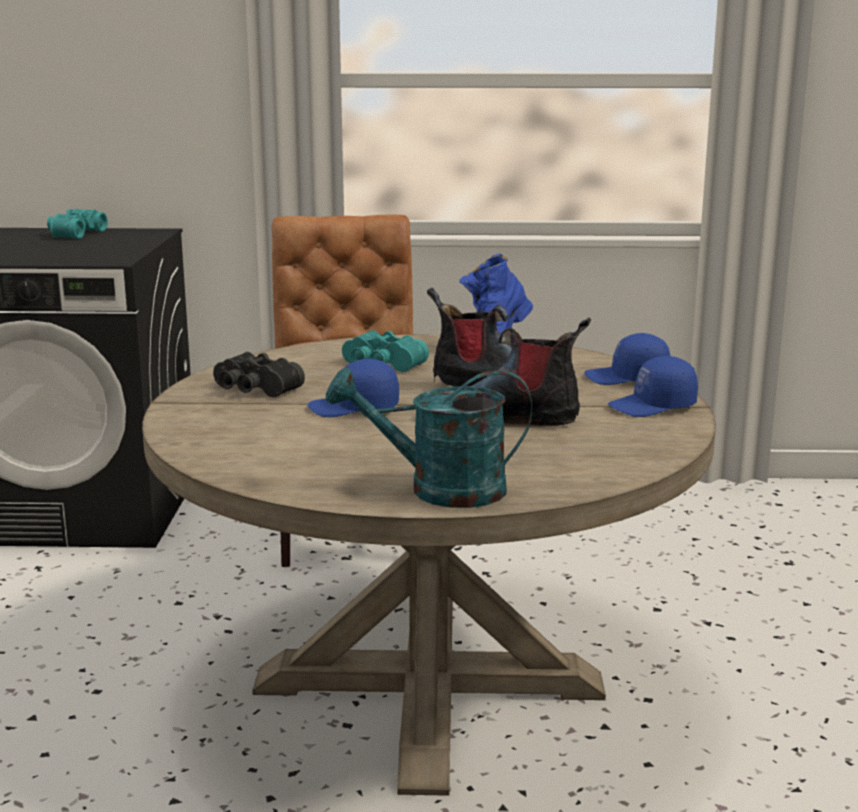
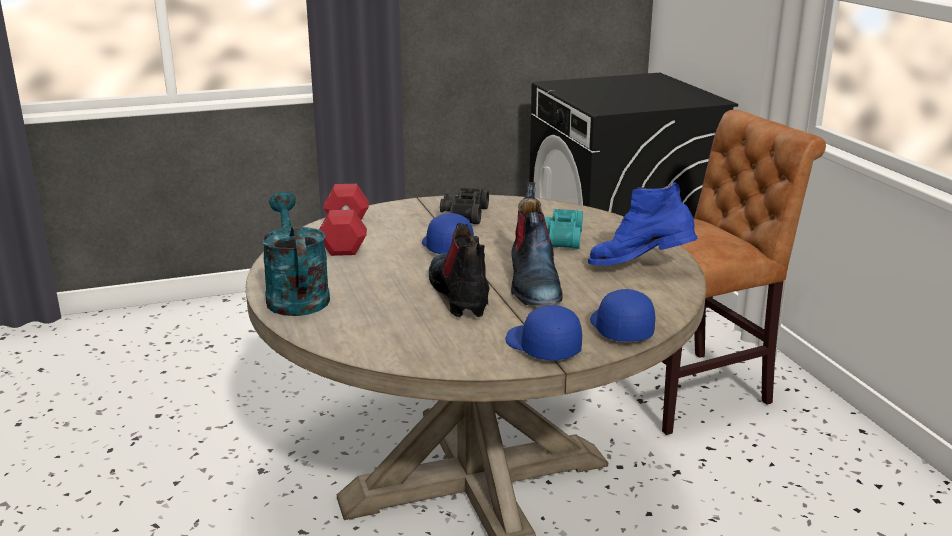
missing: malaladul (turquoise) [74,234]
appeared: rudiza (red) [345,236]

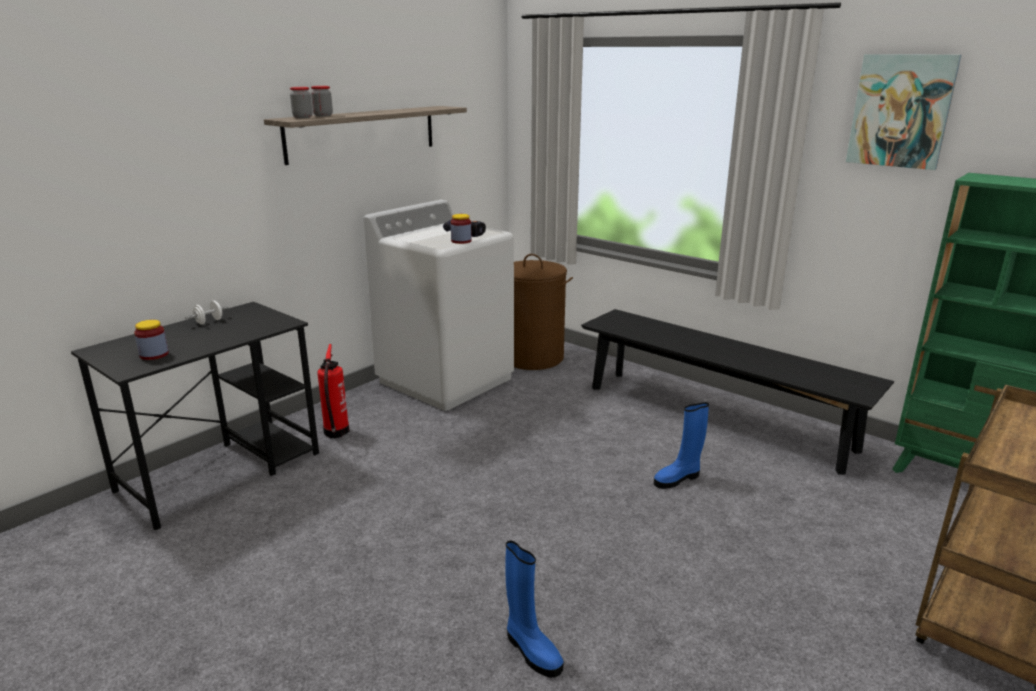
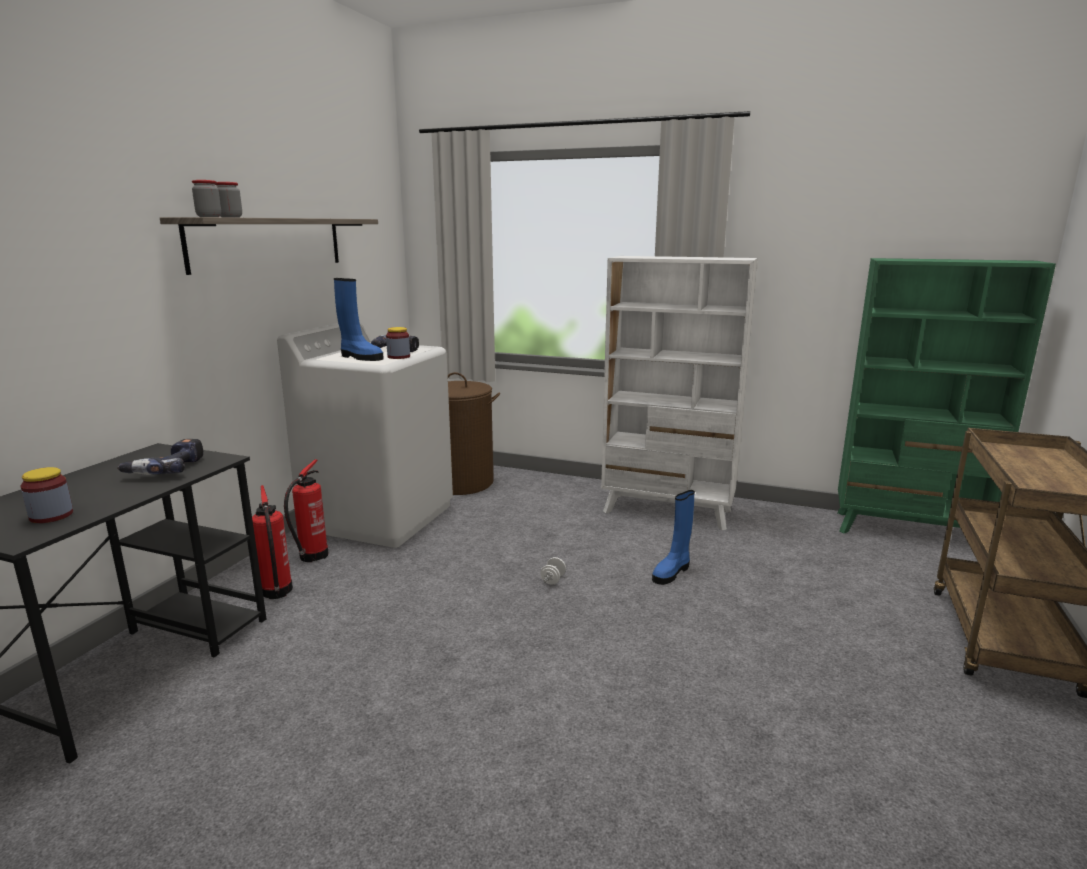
missing: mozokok [901,111]
appeared: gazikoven [166,469]; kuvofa [311,557]
relocated: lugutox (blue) [531,651] to [360,357]; rudiza (white) [209,322] to [553,580]
exchanged: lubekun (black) [715,417] to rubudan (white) [667,511]

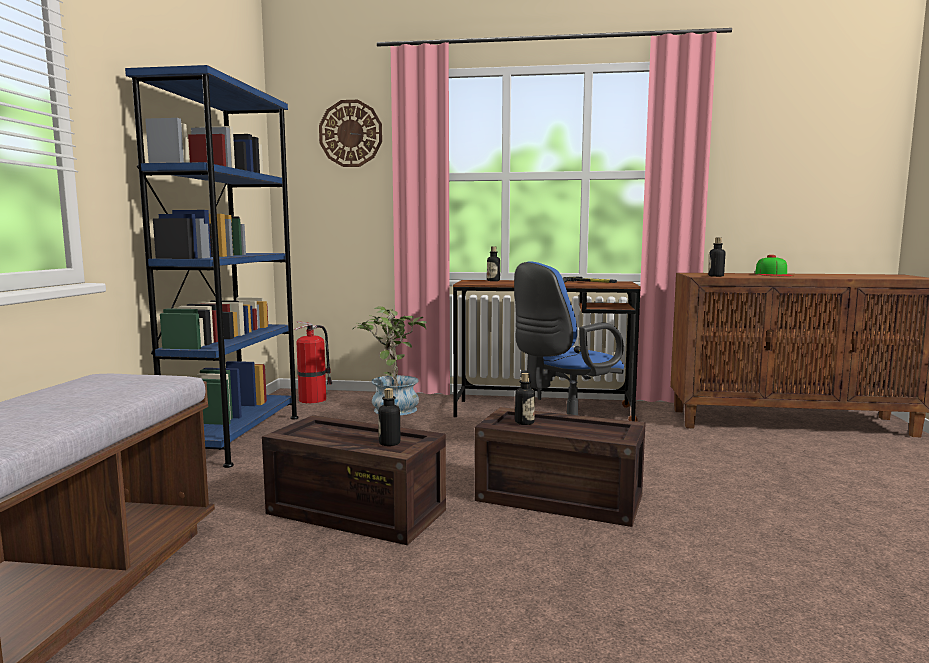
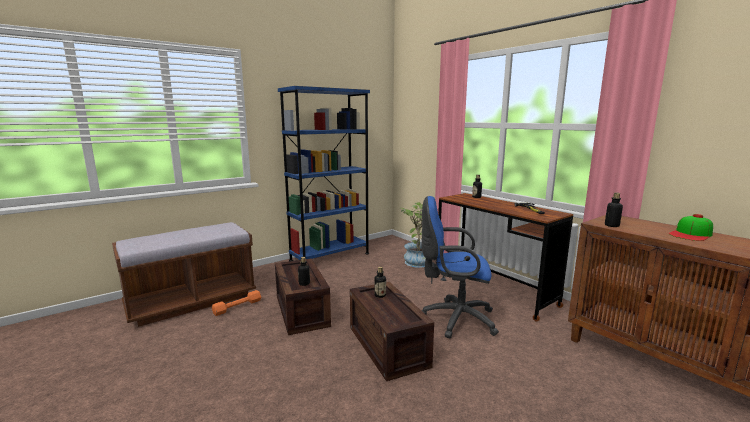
missing: kuvofa [314,399]; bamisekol [350,133]
appeared: rudiza (orange) [237,307]

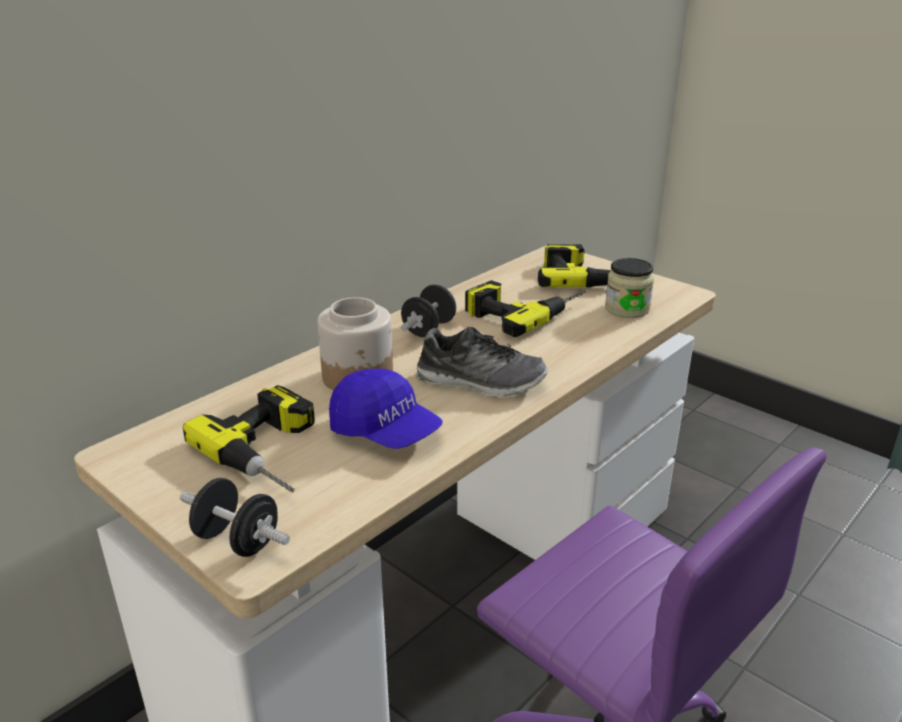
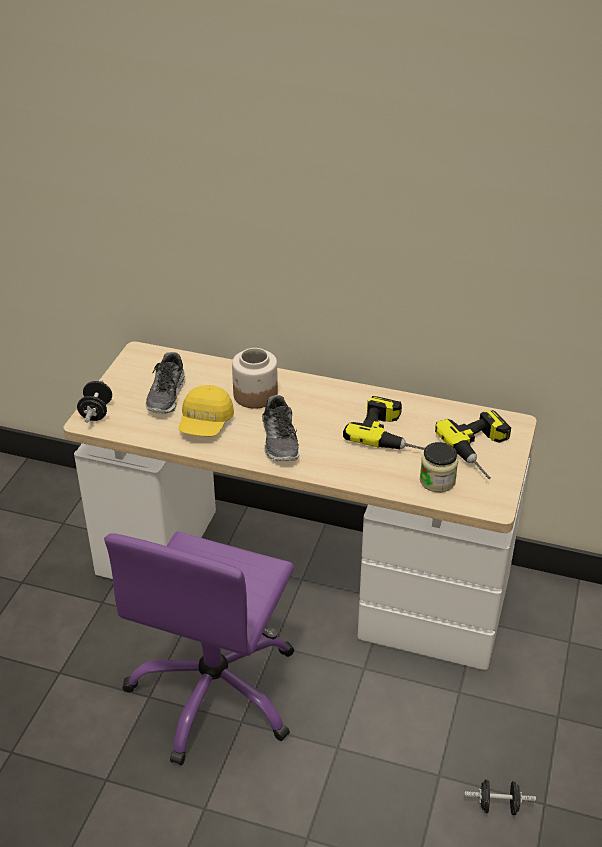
relocated: rudiza (black) [429,329] to [498,806]
exchanged: gazikoven [275,451] to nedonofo [167,396]
colour: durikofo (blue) [385,431] to durikofo (yellow) [205,424]

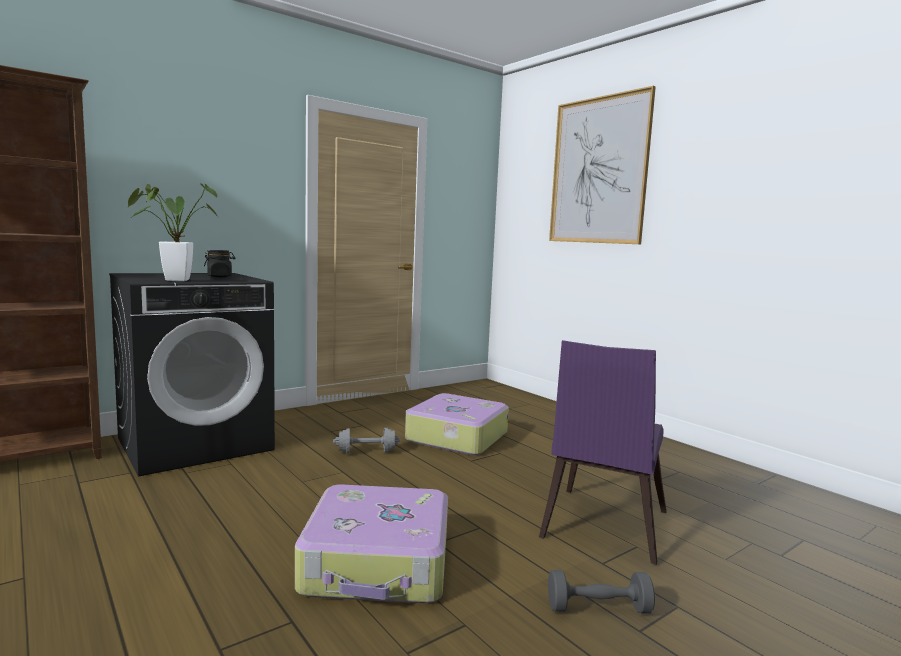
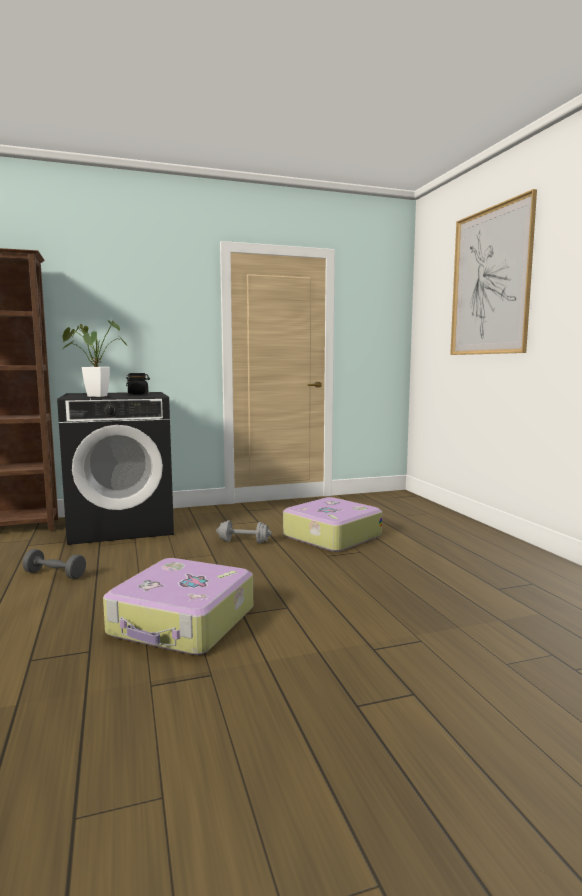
missing: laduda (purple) [601,528]
relocated: rudiza (grey) [598,608] to [55,574]

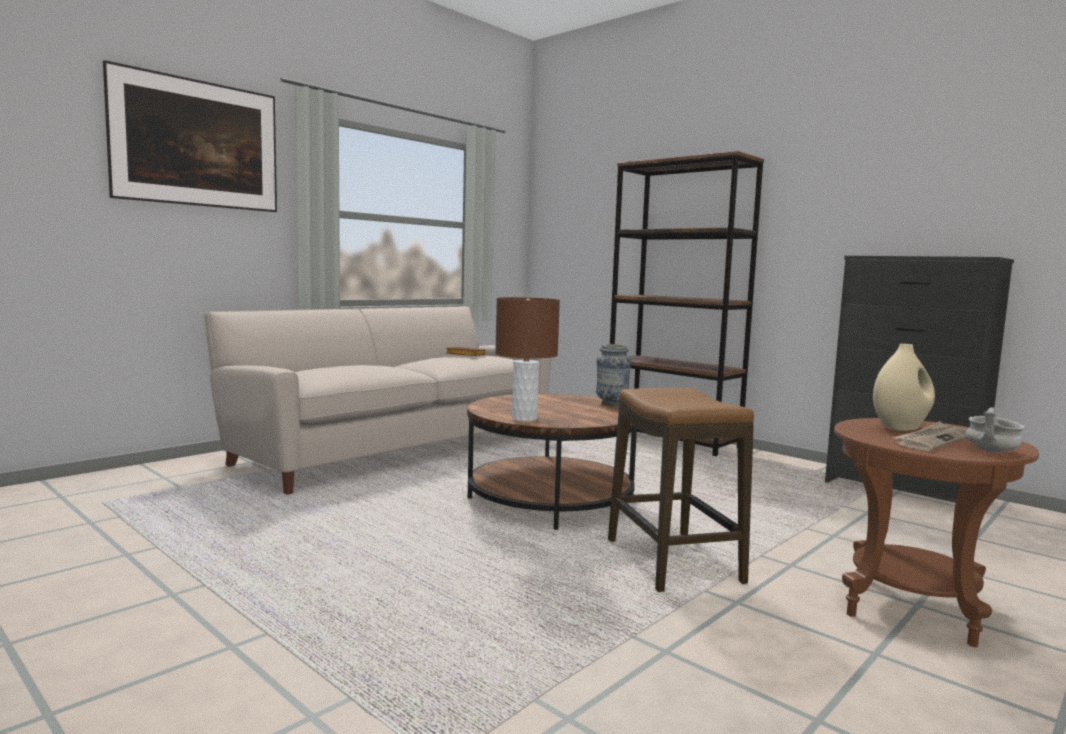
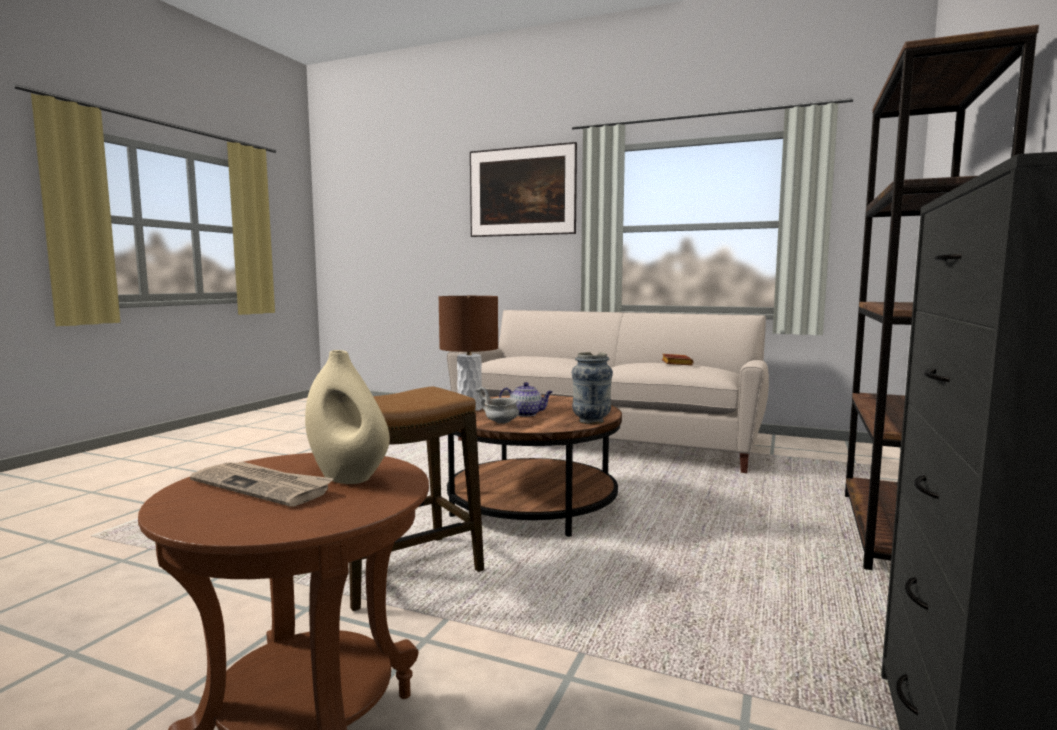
appeared: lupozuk [526,414]
relocated: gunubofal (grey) [992,451] to [500,422]

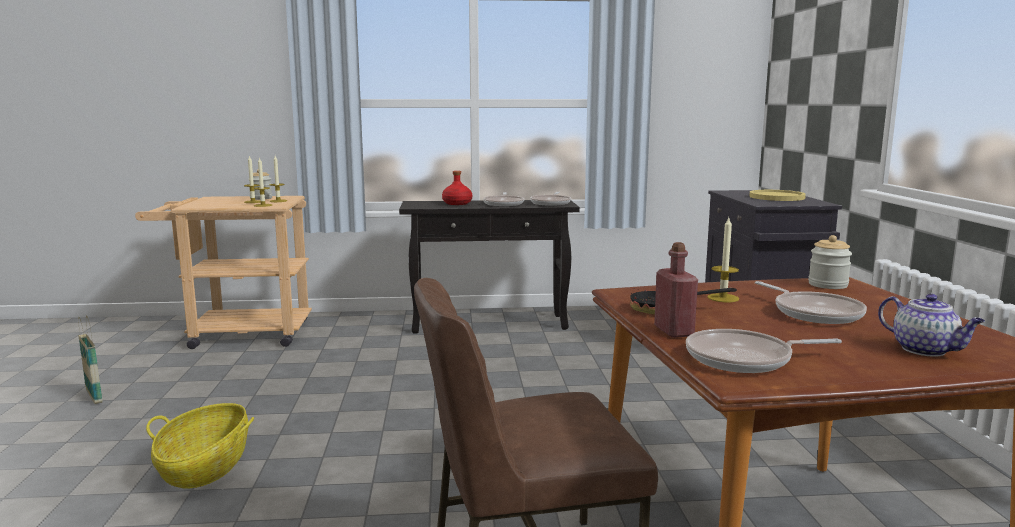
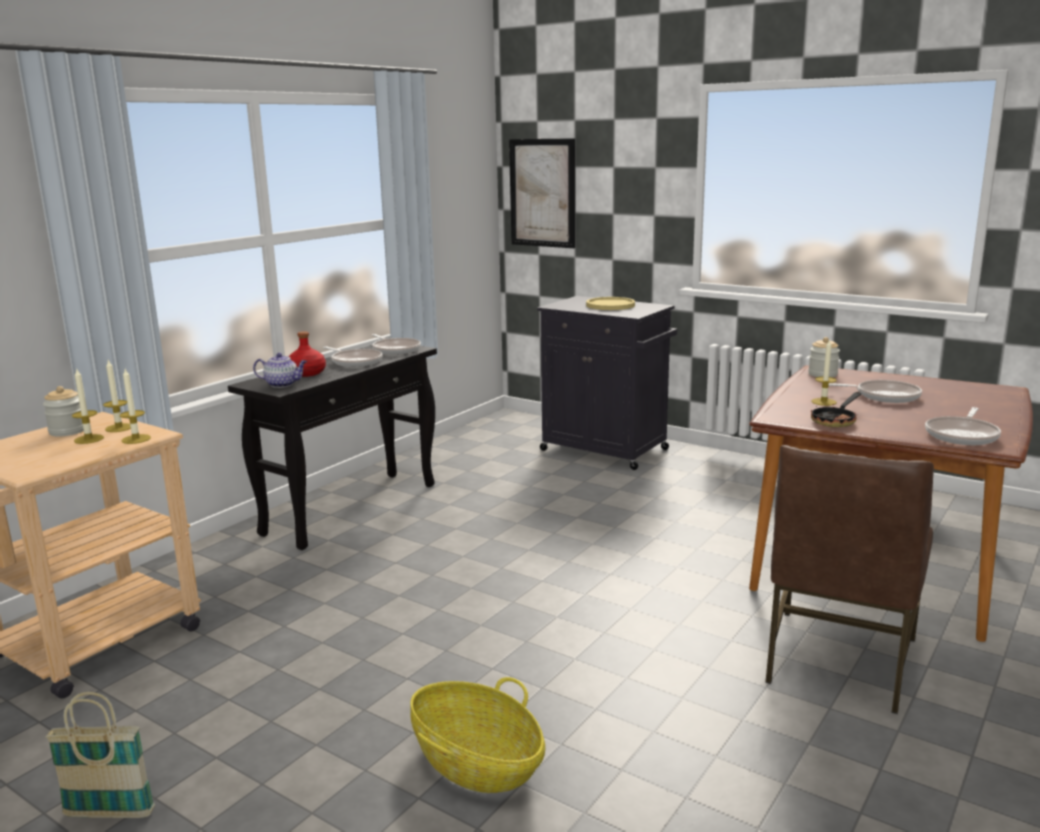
missing: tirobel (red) [673,331]
appeared: mozokok [542,193]
relocated: lupozuk [926,350] to [283,384]

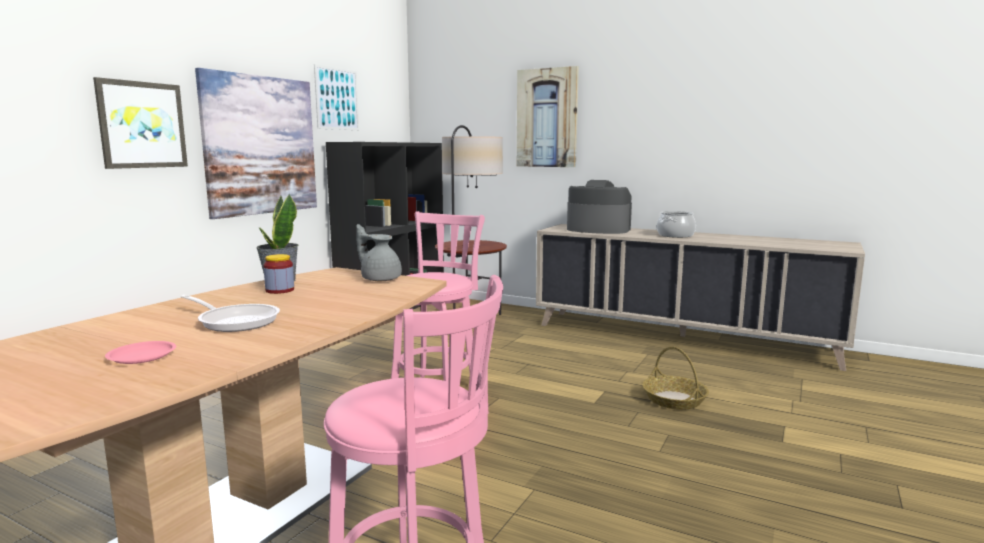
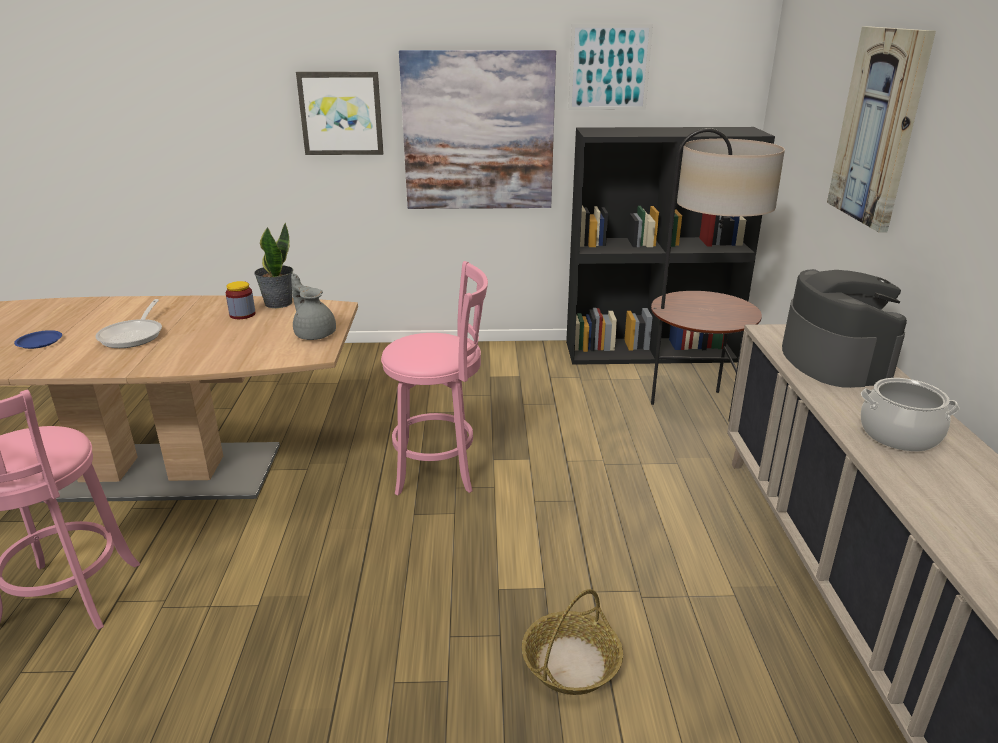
colour: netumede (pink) [142,356] to netumede (blue) [40,342]
spun: lupozuk (grey) [380,279] = [314,334] 45 degrees counterclockwise

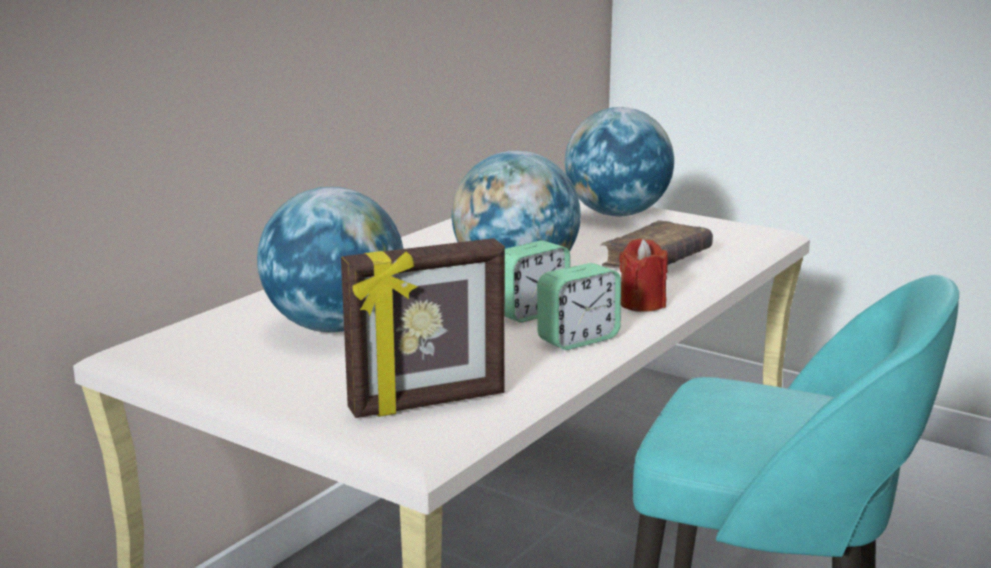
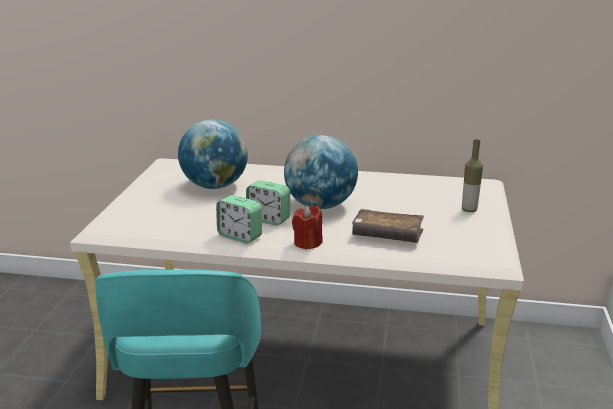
missing: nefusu [428,403]
exchanged: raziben [617,214] to tirobel [469,210]

